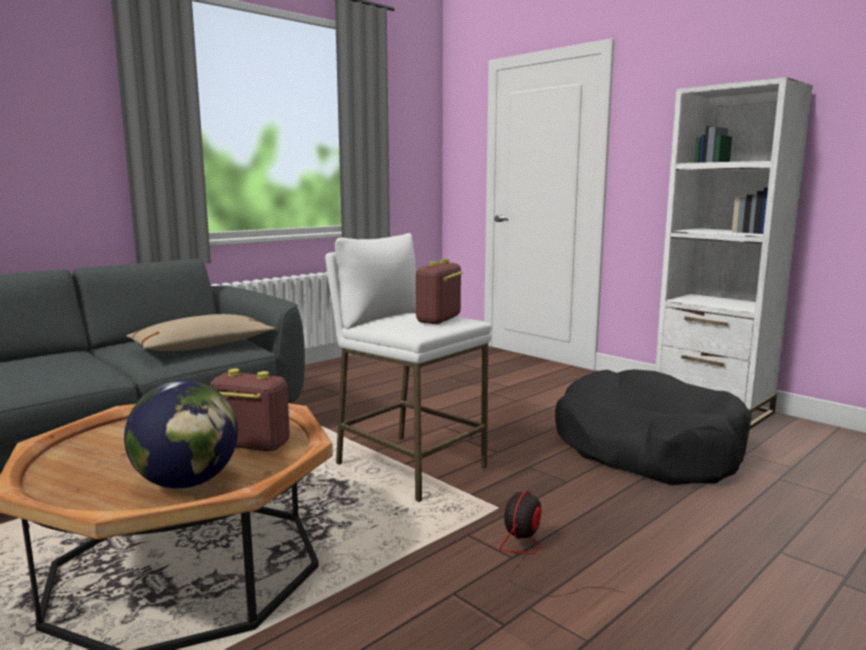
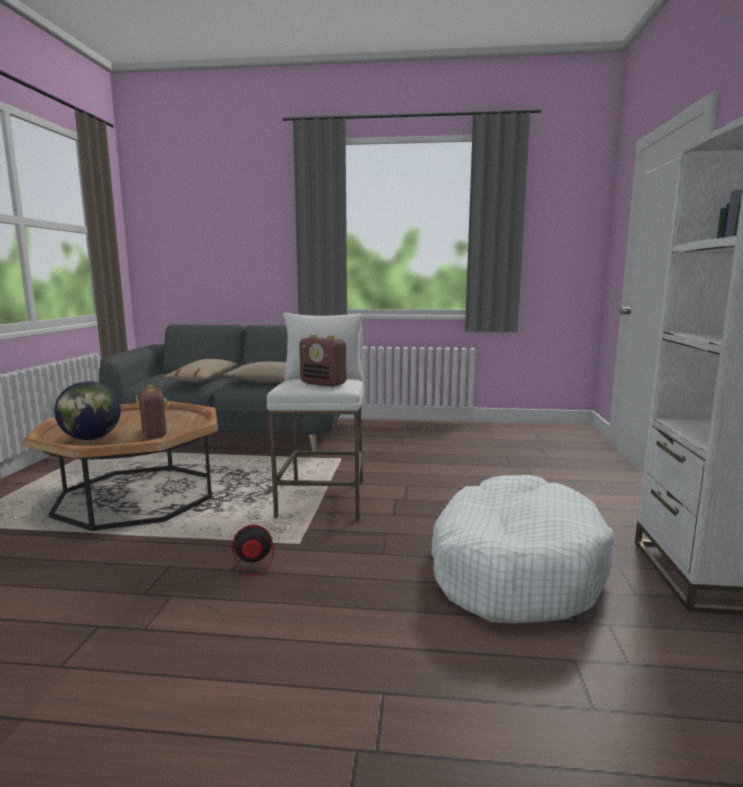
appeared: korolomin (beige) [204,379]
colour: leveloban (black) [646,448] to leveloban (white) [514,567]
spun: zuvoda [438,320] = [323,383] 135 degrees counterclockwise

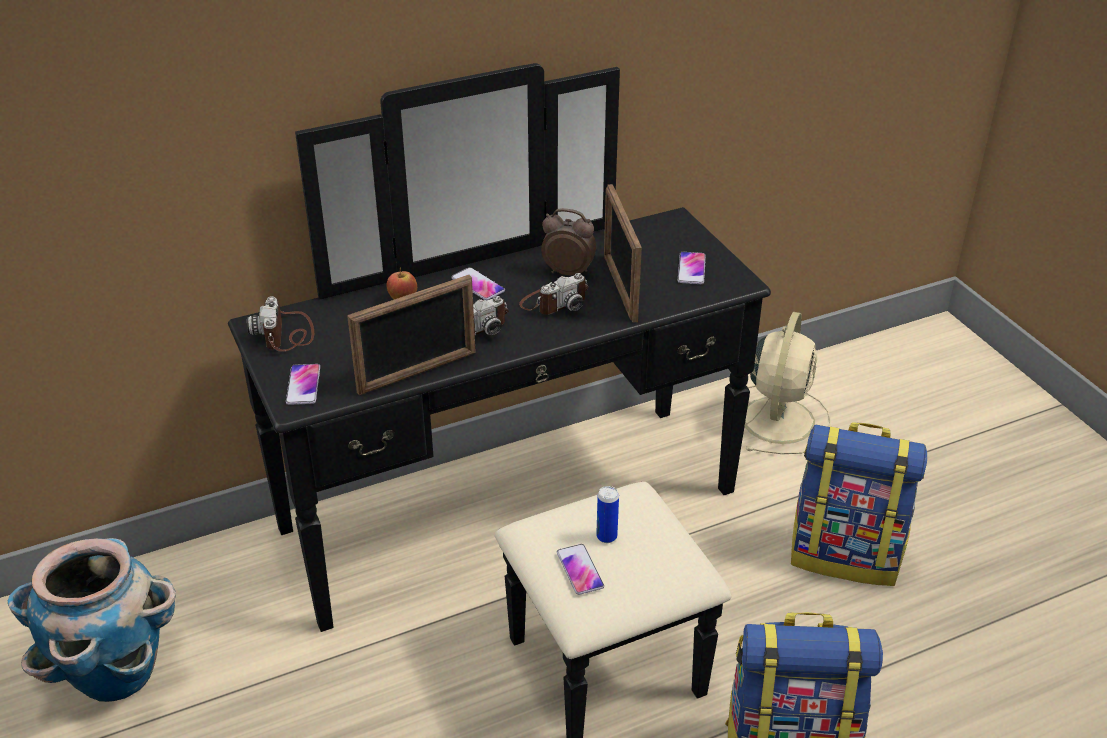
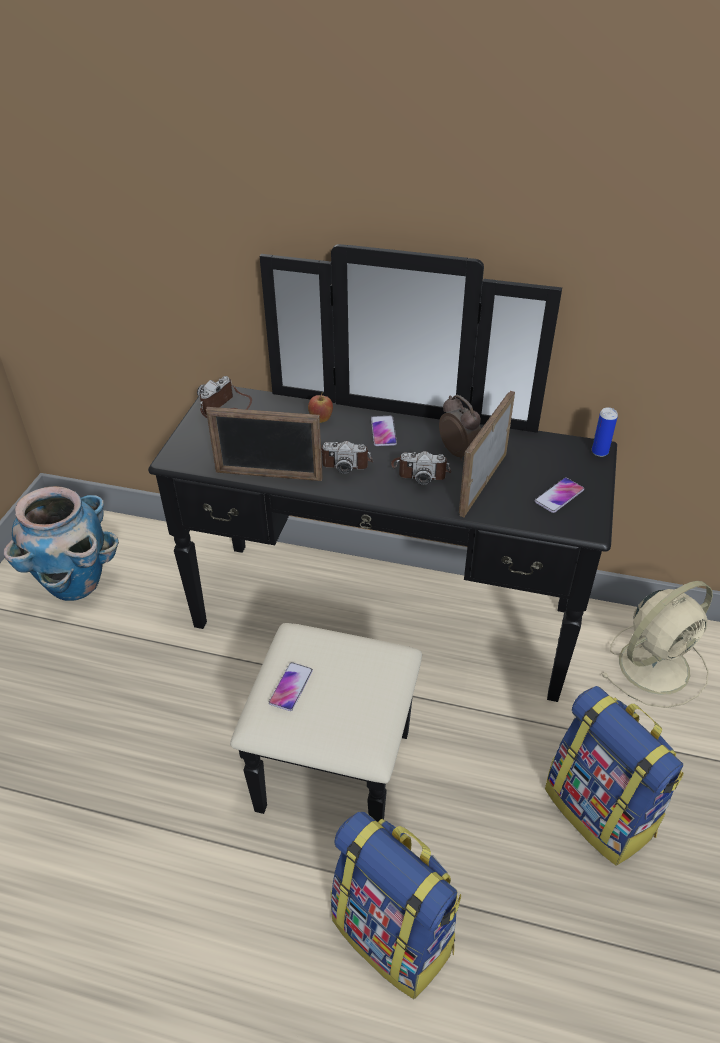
missing: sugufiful [303,385]
relocated: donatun [606,536] to [599,452]

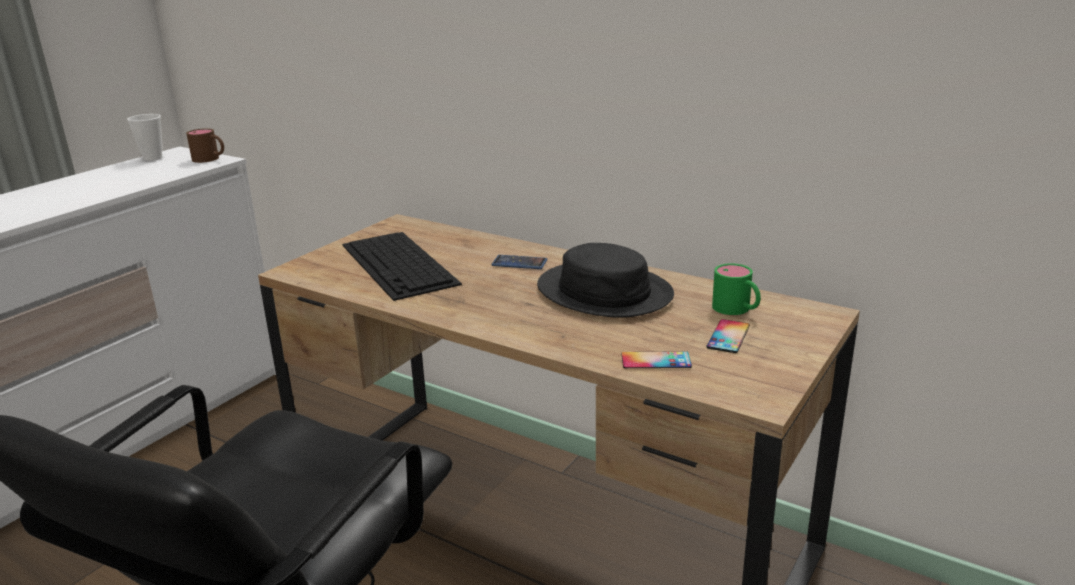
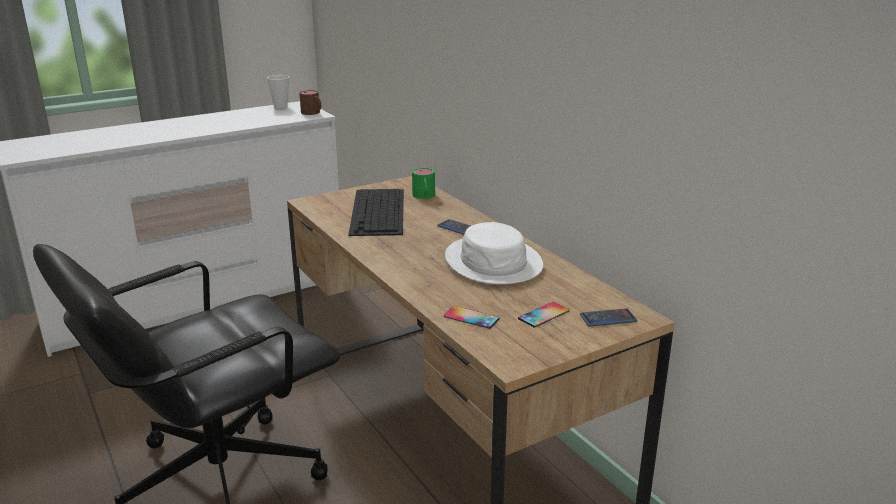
appeared: sugufiful [608,318]
relocated: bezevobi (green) [737,310] to [424,196]
colour: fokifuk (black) [604,292] to fokifuk (white) [493,262]

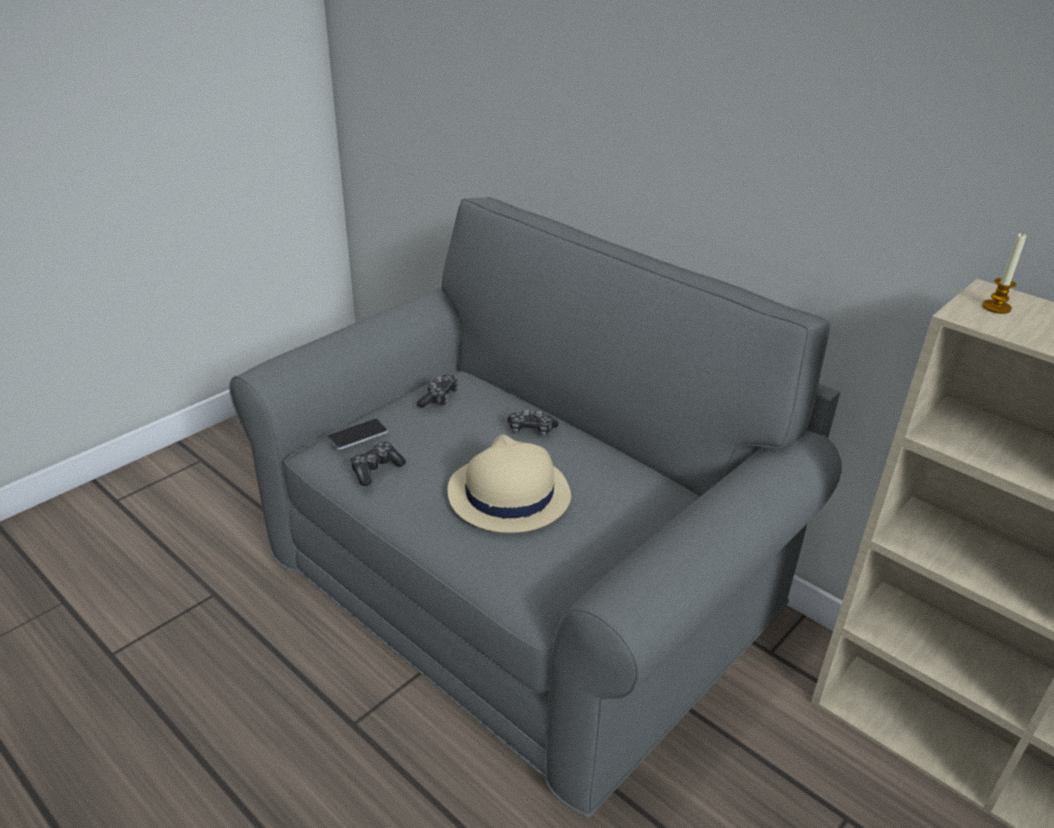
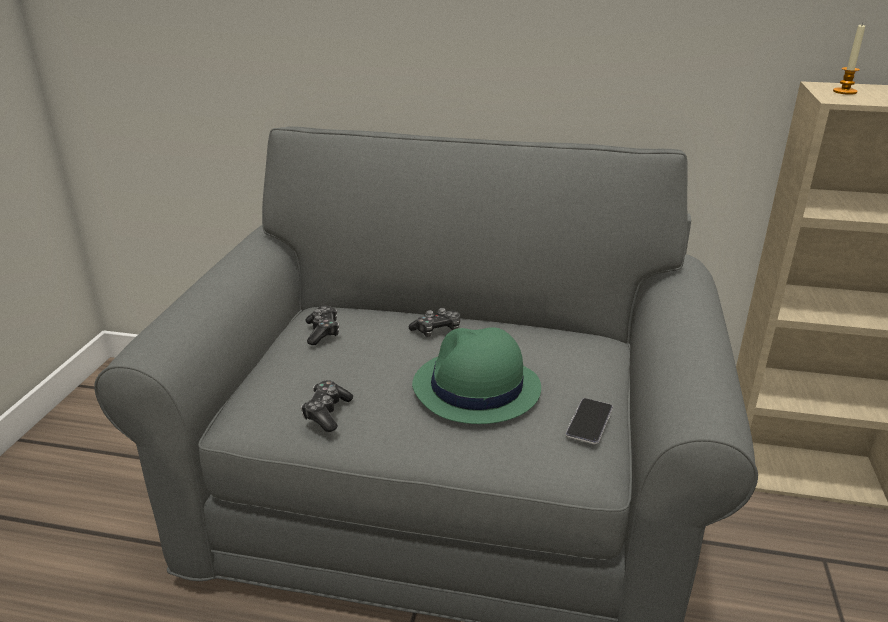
relocated: sugufiful [357,435] to [589,422]
colour: fokifuk (beige) [508,494] to fokifuk (green) [475,388]

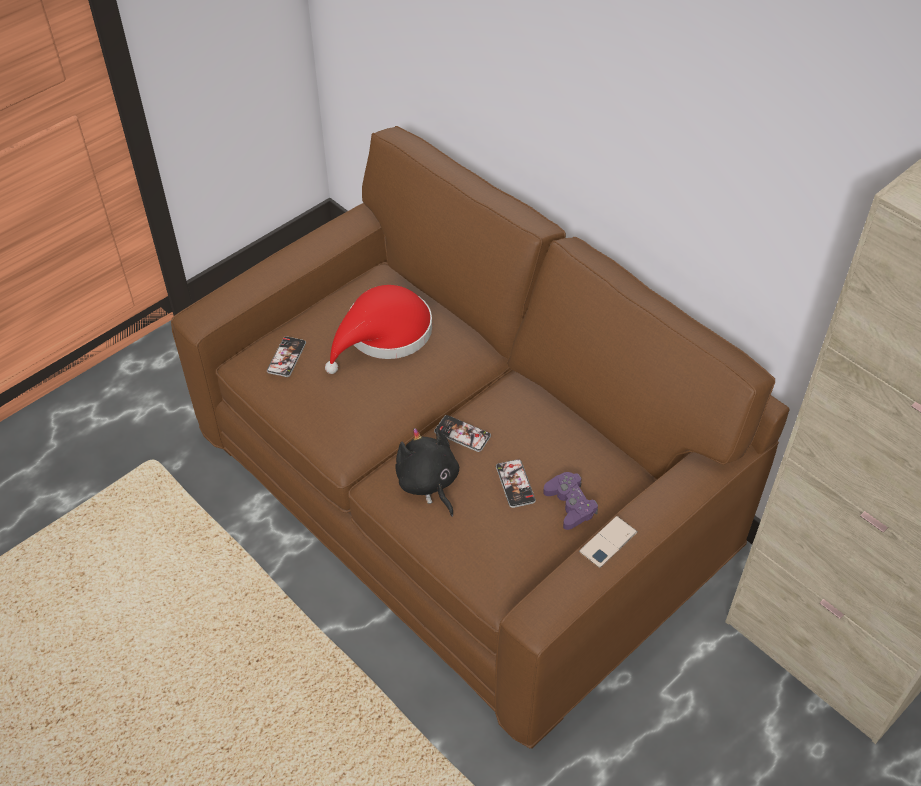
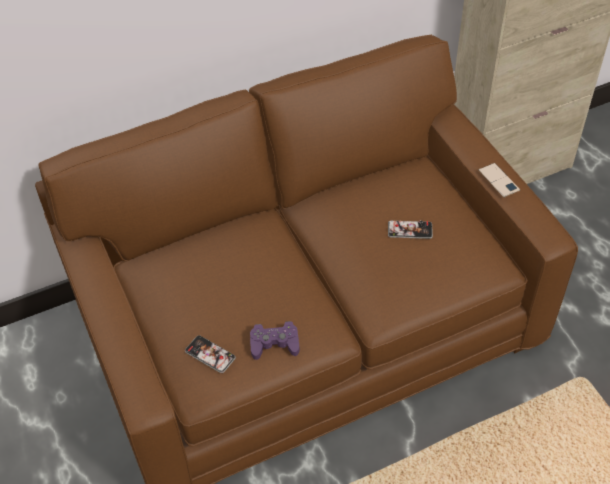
missing: fokifuk (red) [384,335]; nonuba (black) [428,483]; sugufiful [462,434]
relocated: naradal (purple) [570,504] to [274,344]

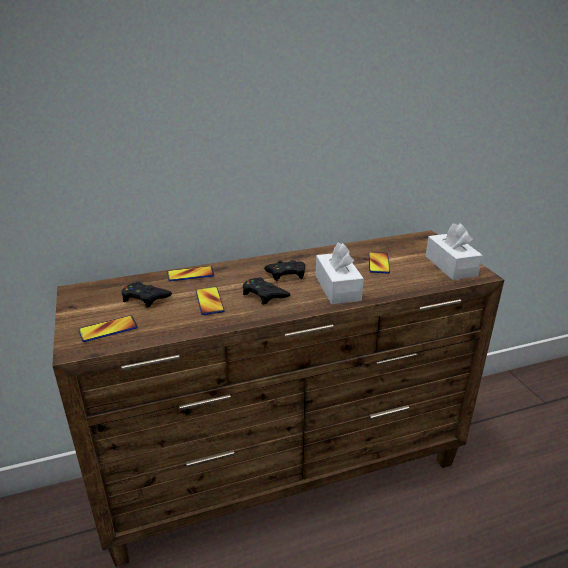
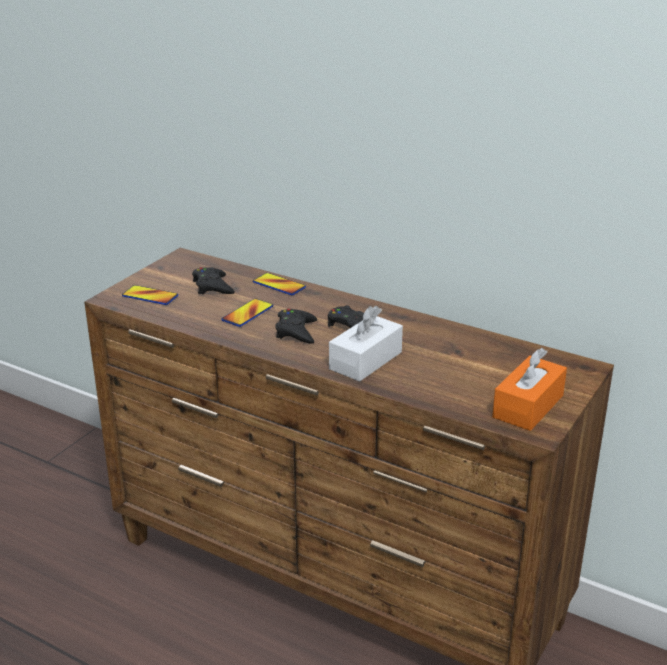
missing: sugufiful [378,263]
colour: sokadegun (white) [450,266] to sokadegun (orange) [528,406]

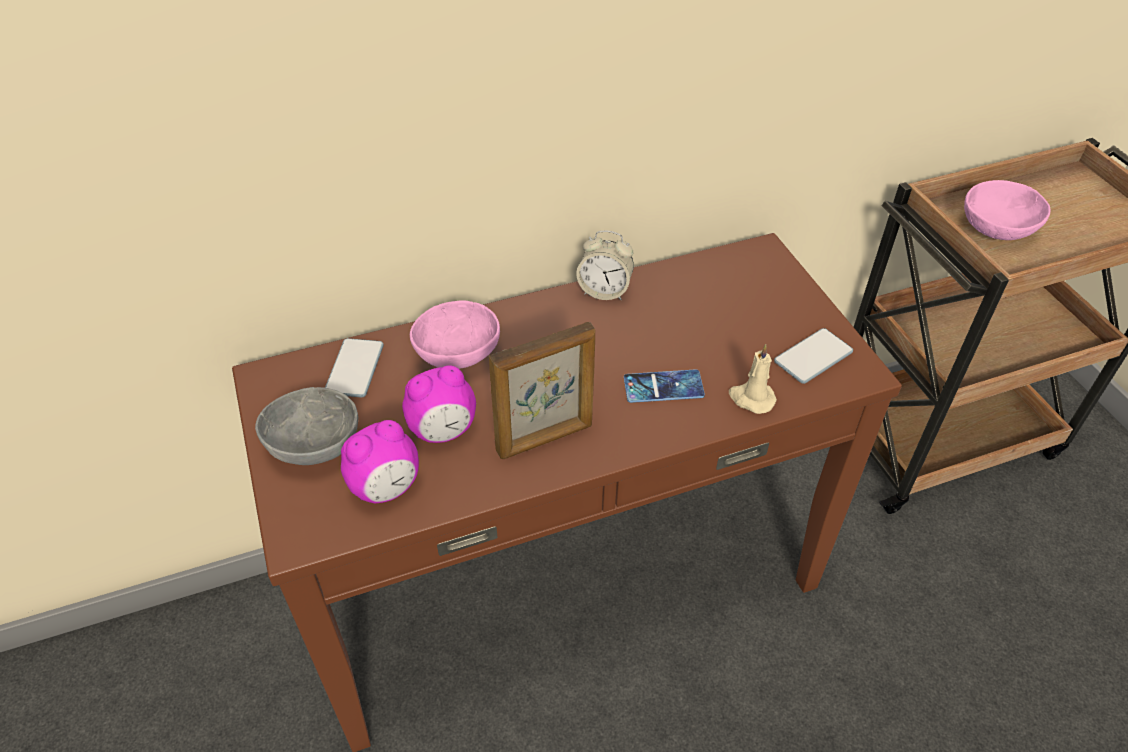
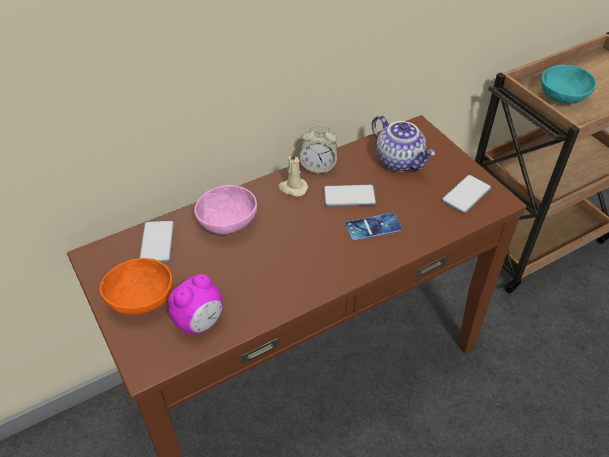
missing: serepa [443,431]; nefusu [545,439]
appeared: sugufiful [349,196]; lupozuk [400,161]
relocated: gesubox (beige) [751,398] to [292,188]
colour: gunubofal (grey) [314,443] to gunubofal (orange) [141,298]; gunubofal (pink) [997,230] to gunubofal (turquoise) [563,97]

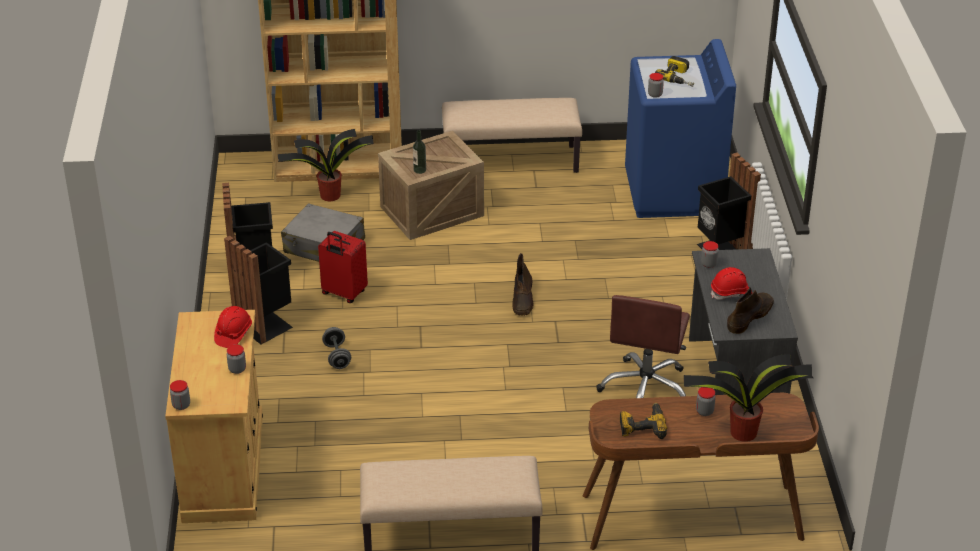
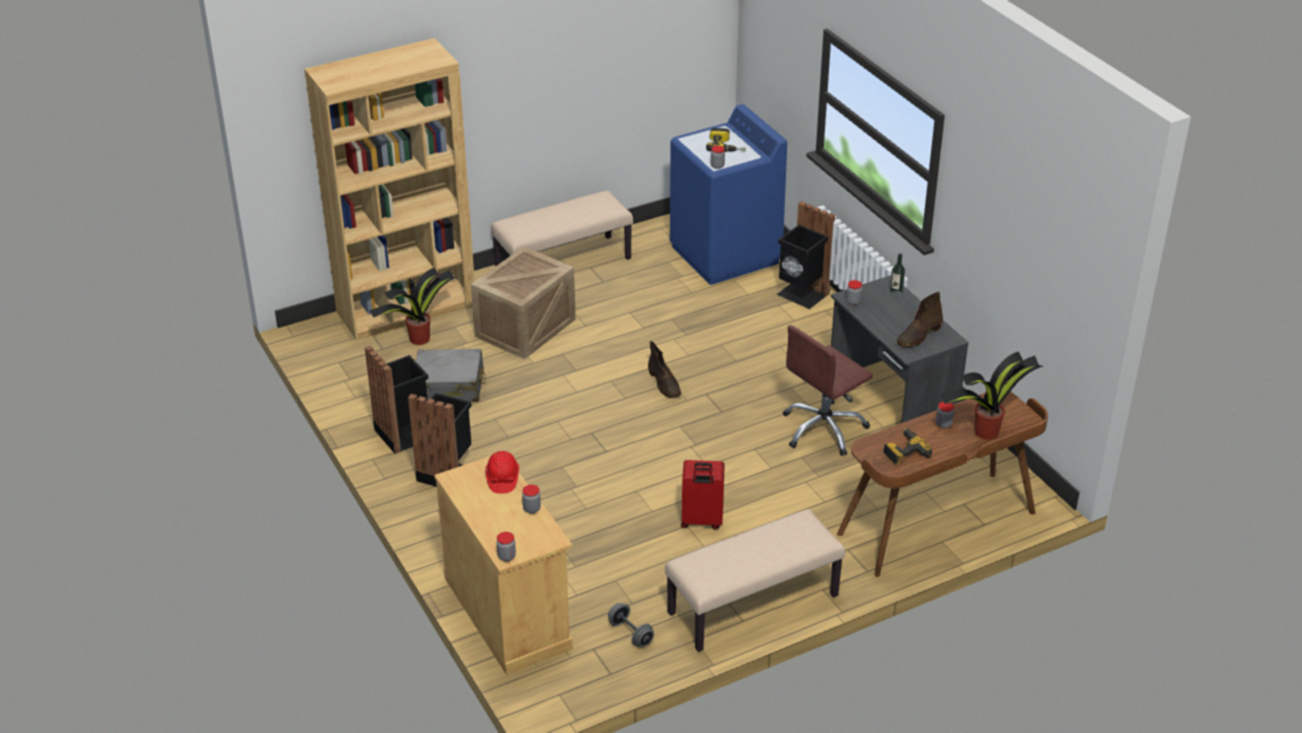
missing: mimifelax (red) [731,293]
relocated: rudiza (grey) [337,356] to [631,633]; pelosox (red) [343,293] to [701,521]; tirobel [419,170] to [896,294]
spun: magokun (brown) [646,389] = [824,429] 60 degrees clockwise; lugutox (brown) [750,316] = [919,335] 150 degrees counterclockwise

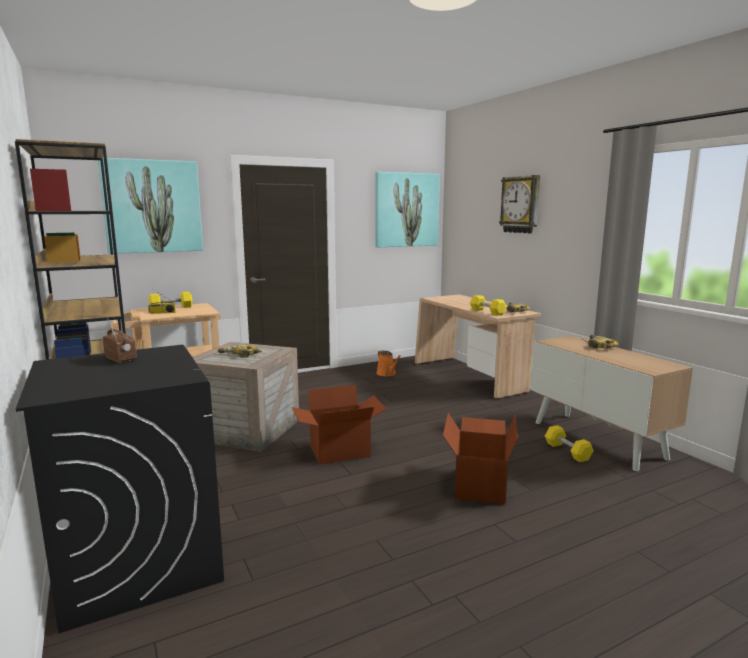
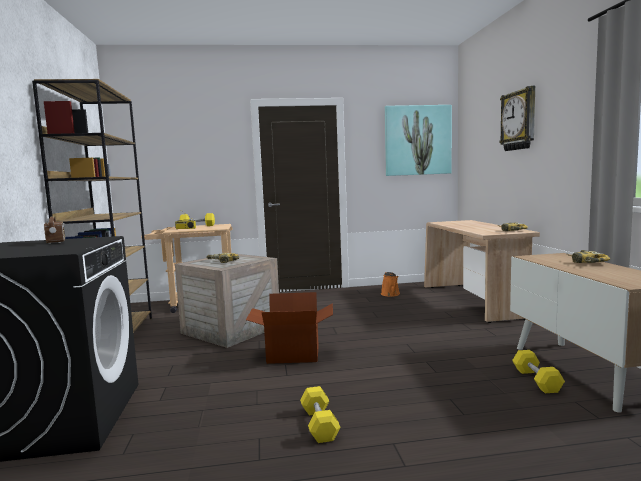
missing: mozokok [152,206]; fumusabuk [478,486]
relocated: rudiza (yellow) [487,312] to [319,424]

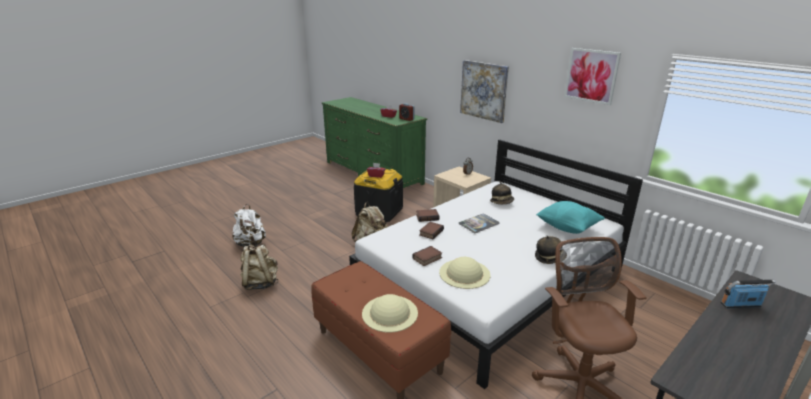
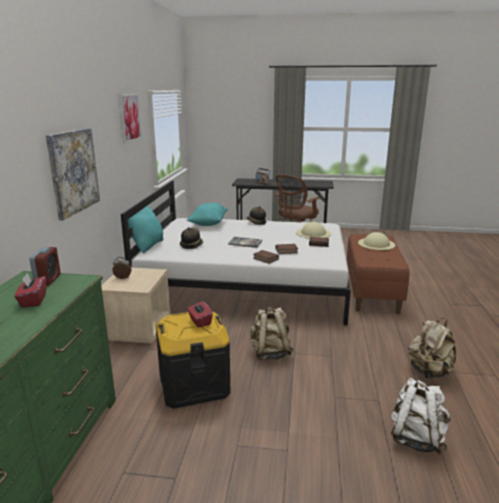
appeared: korolomin (turquoise) [147,246]

